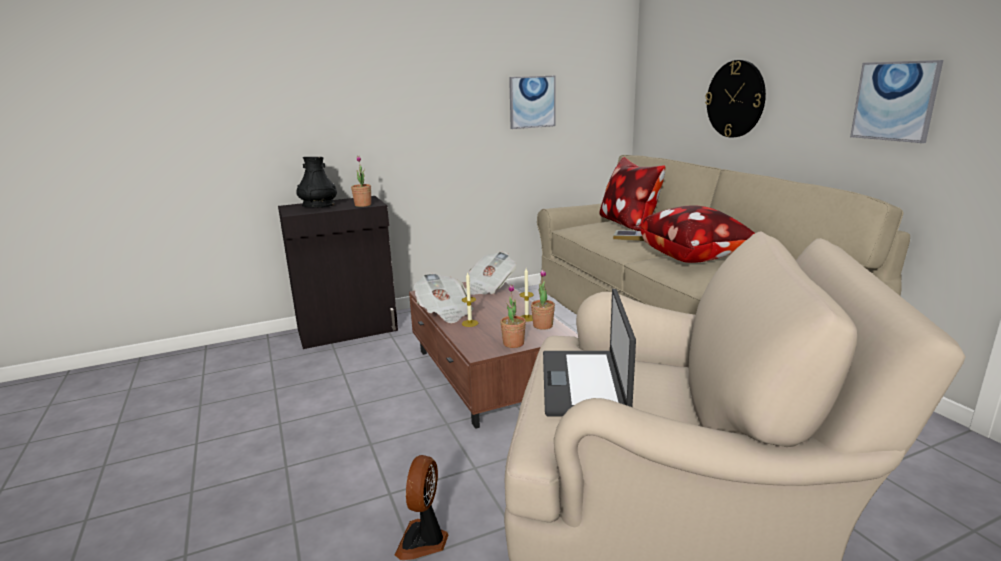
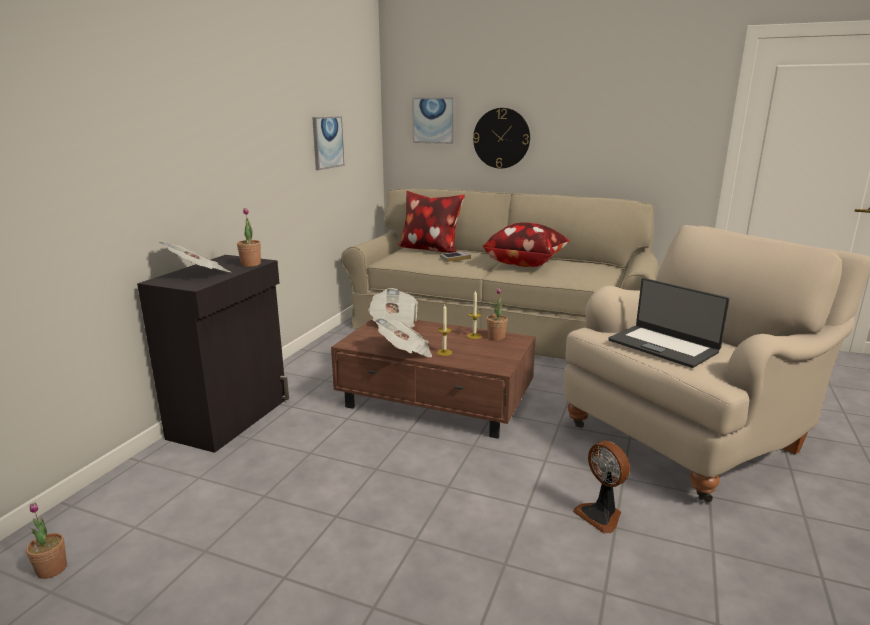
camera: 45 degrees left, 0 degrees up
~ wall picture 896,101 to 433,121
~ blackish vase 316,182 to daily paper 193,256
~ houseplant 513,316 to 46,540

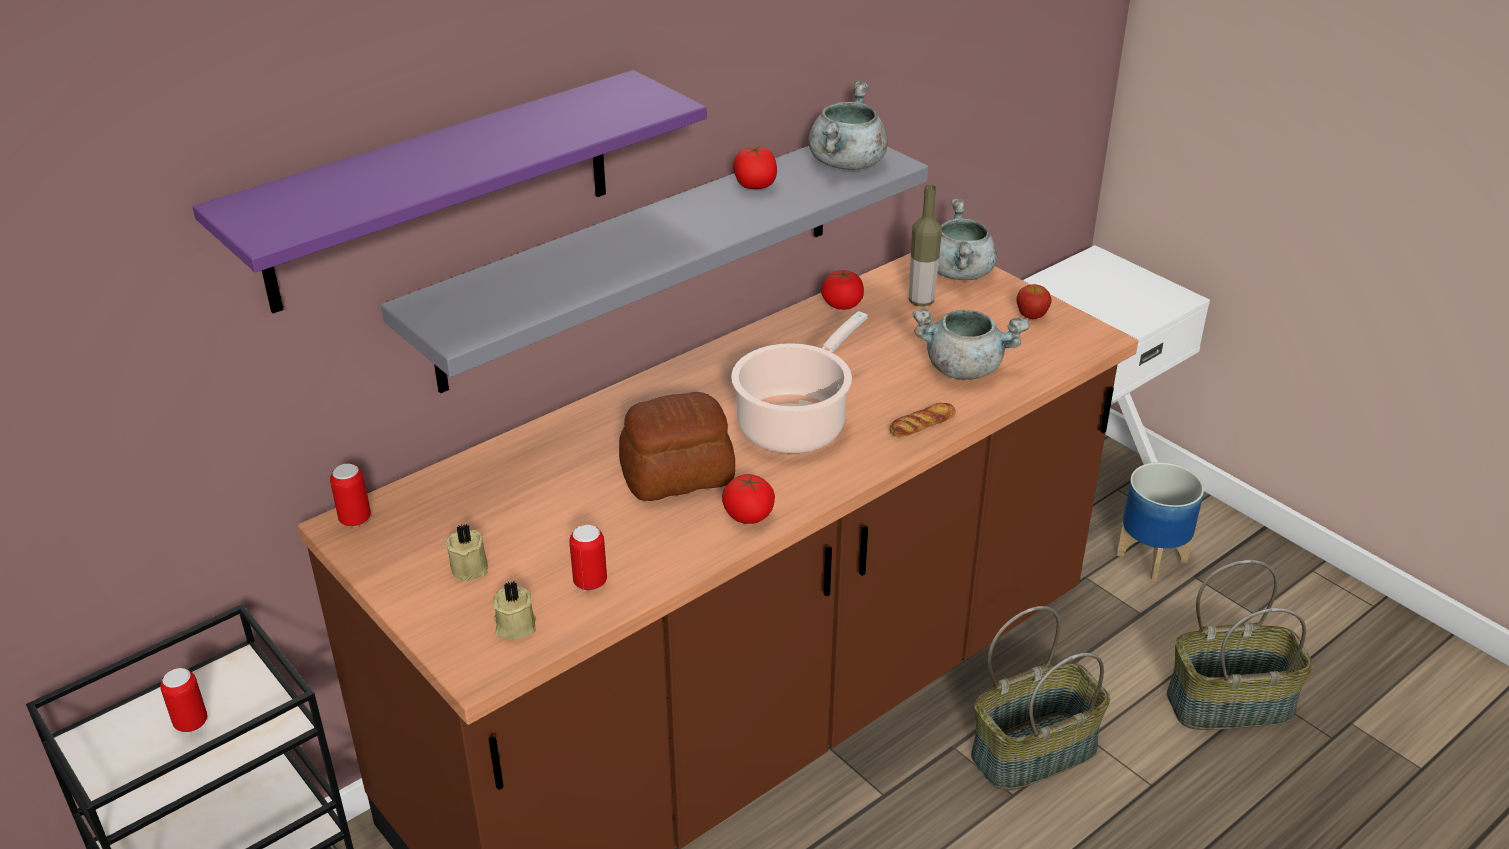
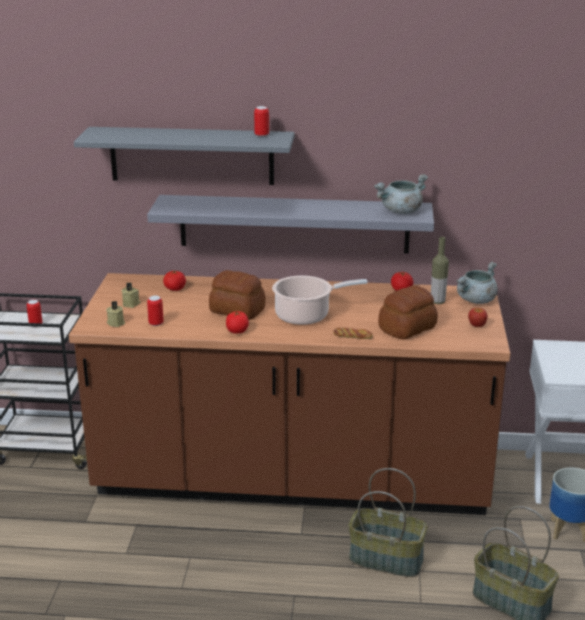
camera: 45 degrees right, 10 degrees down
~ purple-coloured shelf 449,191 to greyish shelf 184,156
~ whole tomato 755,167 to 174,280
~ greyish cooking pot 971,344 to baked bread 408,312
~ sealed can 350,495 to 261,121

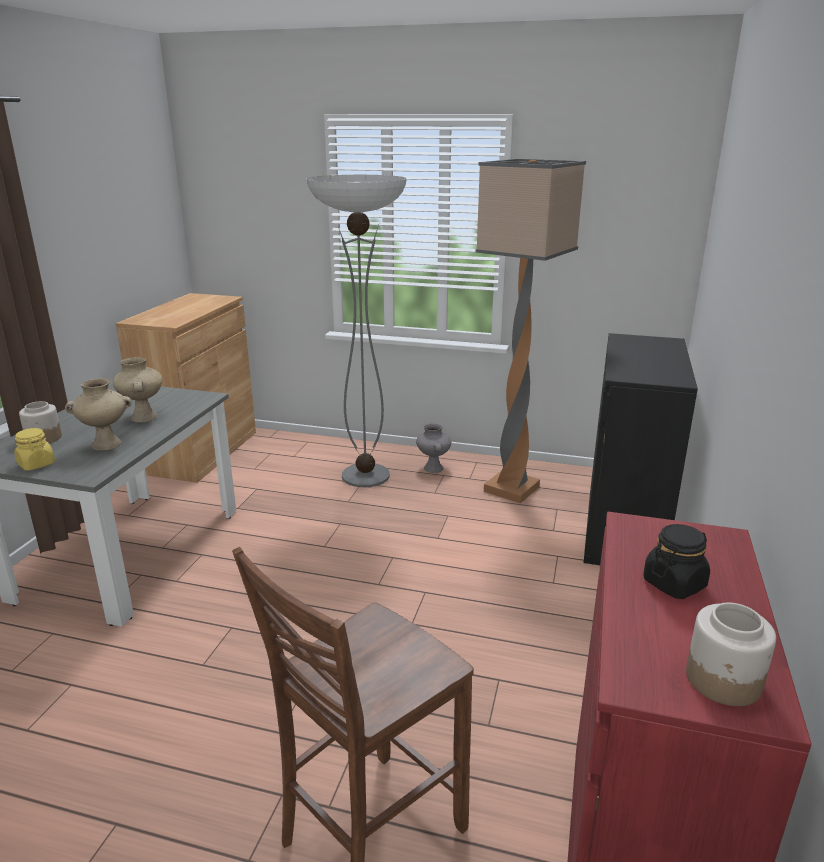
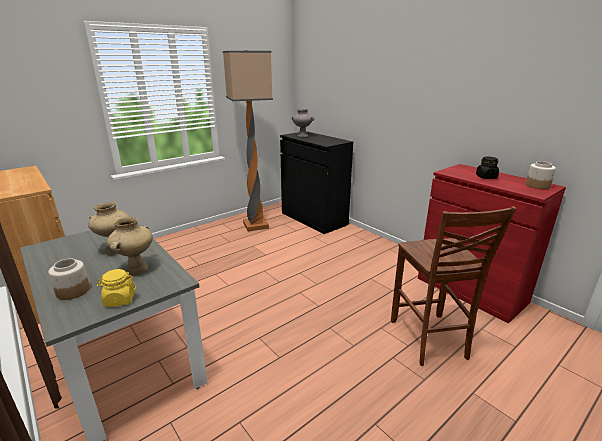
camera: 55 degrees left, 0 degrees up
- standard lamp 357,331
~ greyish vase 433,448 to 303,123

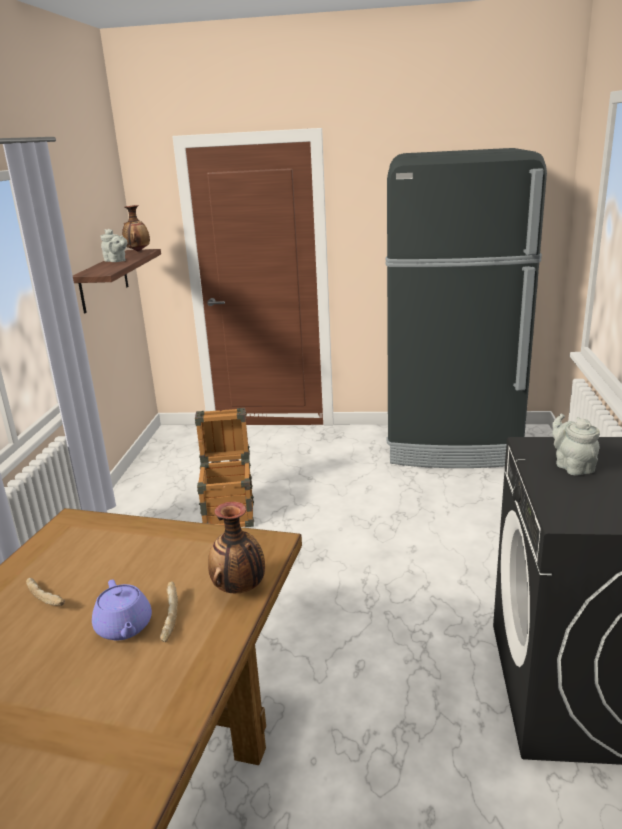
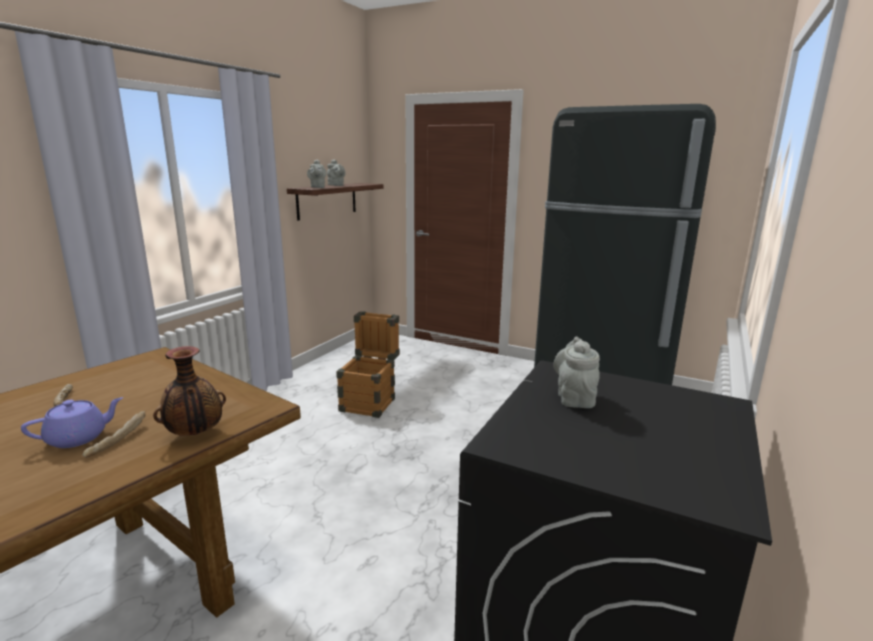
camera: 20 degrees right, 5 degrees down
- vase 136,228
~ purple-coloured tea pot 122,609 = 72,422 120 degrees counterclockwise
+ greyish tea pot 316,174

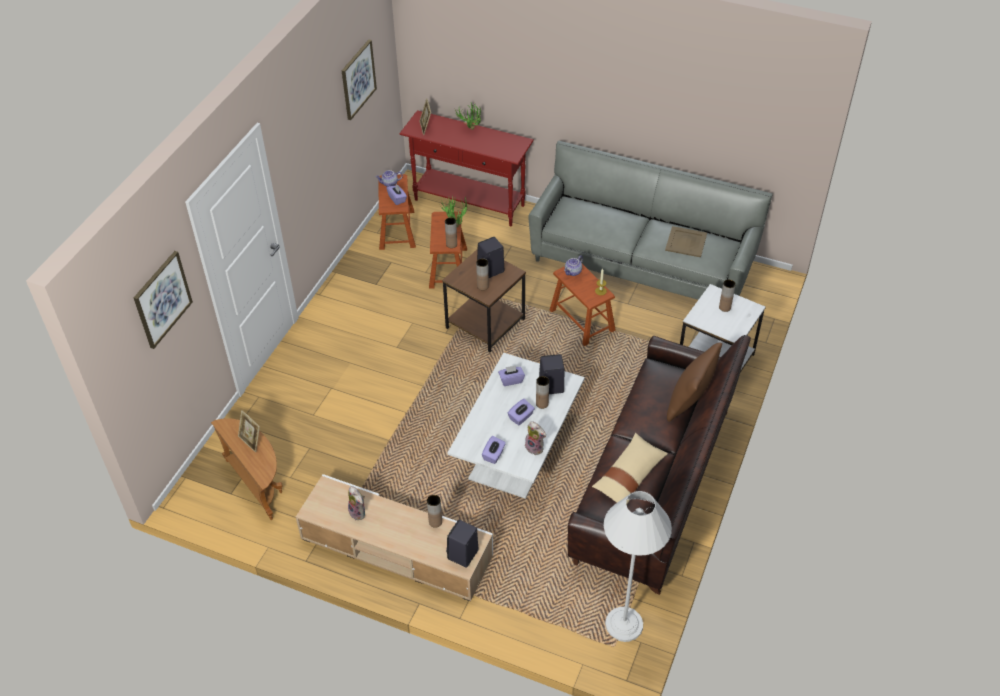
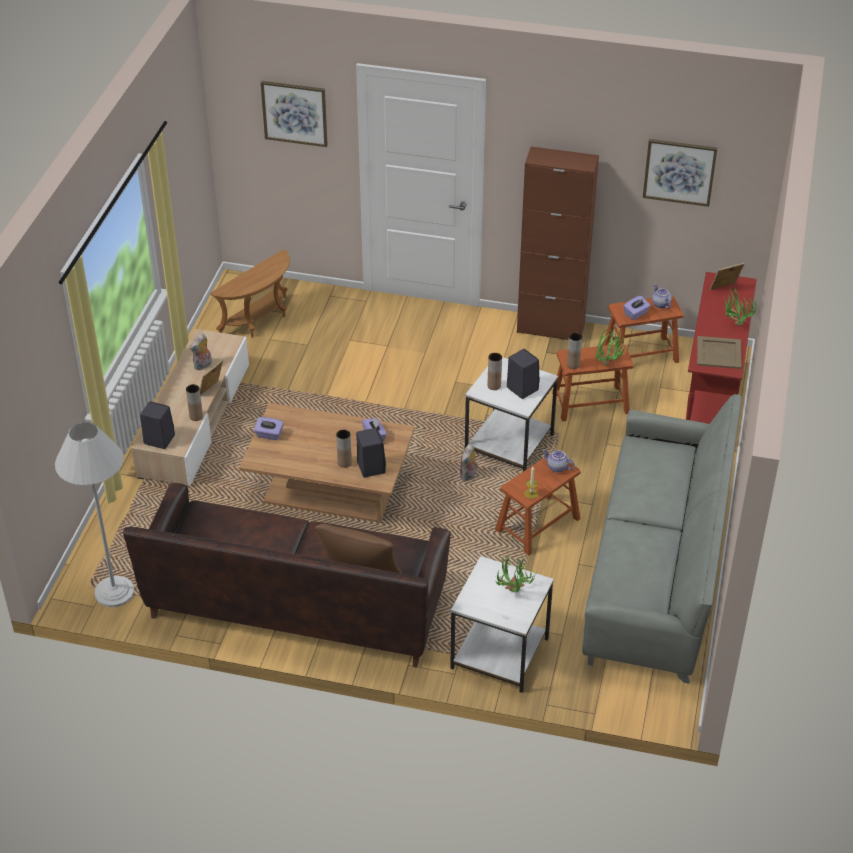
camera: 80 degrees right, 5 degrees down
~ beige carrying tray 686,241 to 719,352
~ brown side table 484,300 to whitish side table 511,414
~ brown vase 727,295 to houseplant 515,574
~ whitish coffee table 516,426 to brown coffee table 327,463
- purple-coloured tissue box 521,412
~ photo frame 249,431 to 211,377
~ plush toy 535,438 to 469,462
- beige pillow 630,469
+ brown cabinet 558,243

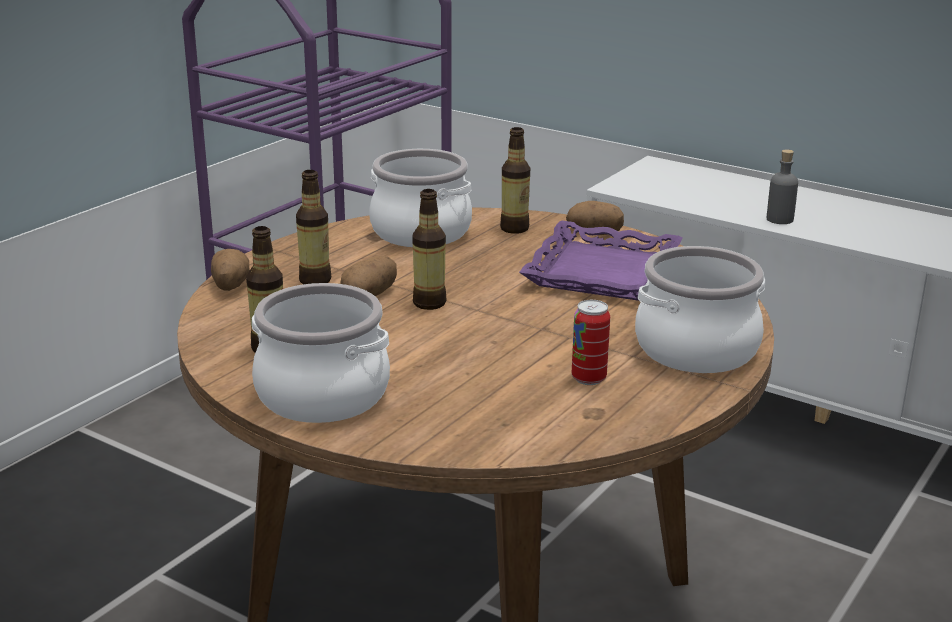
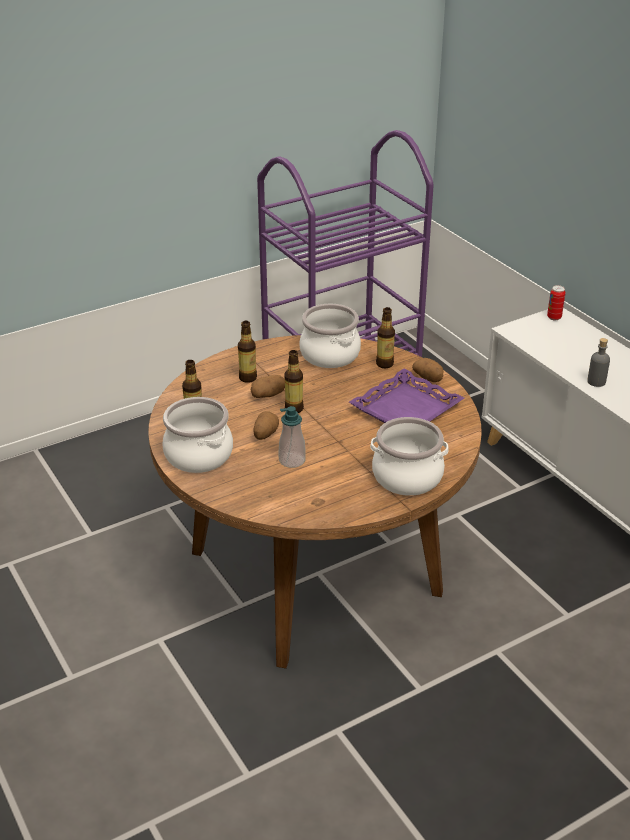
camera: 25 degrees right, 10 degrees up
~ potato 230,270 to 266,425
~ sealed can 591,342 to 556,302
+ soap dispenser 292,437

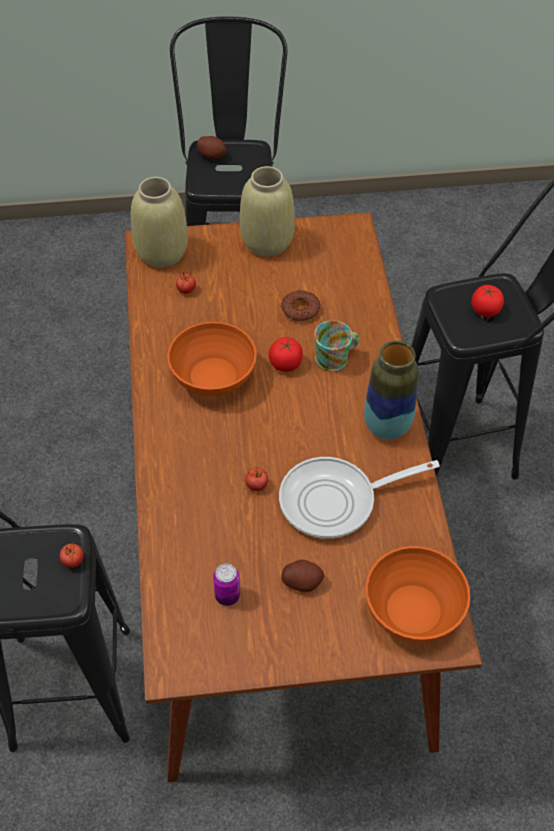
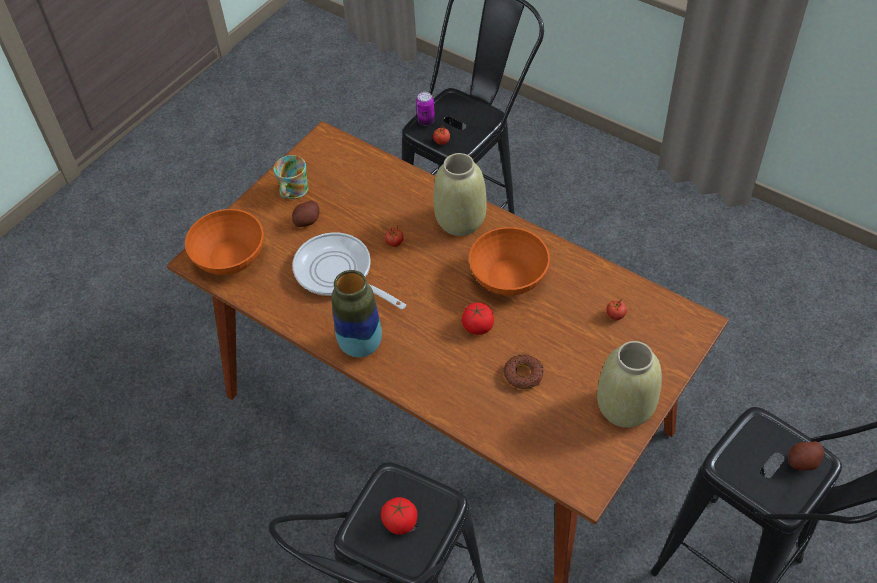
camera: 135 degrees right, 0 degrees up
~ beige vase 159,222 to 460,194
~ tea mug 336,346 to 291,177
~ pan 359,498 = 349,271 75 degrees counterclockwise
~ sealed can 226,584 to 425,109

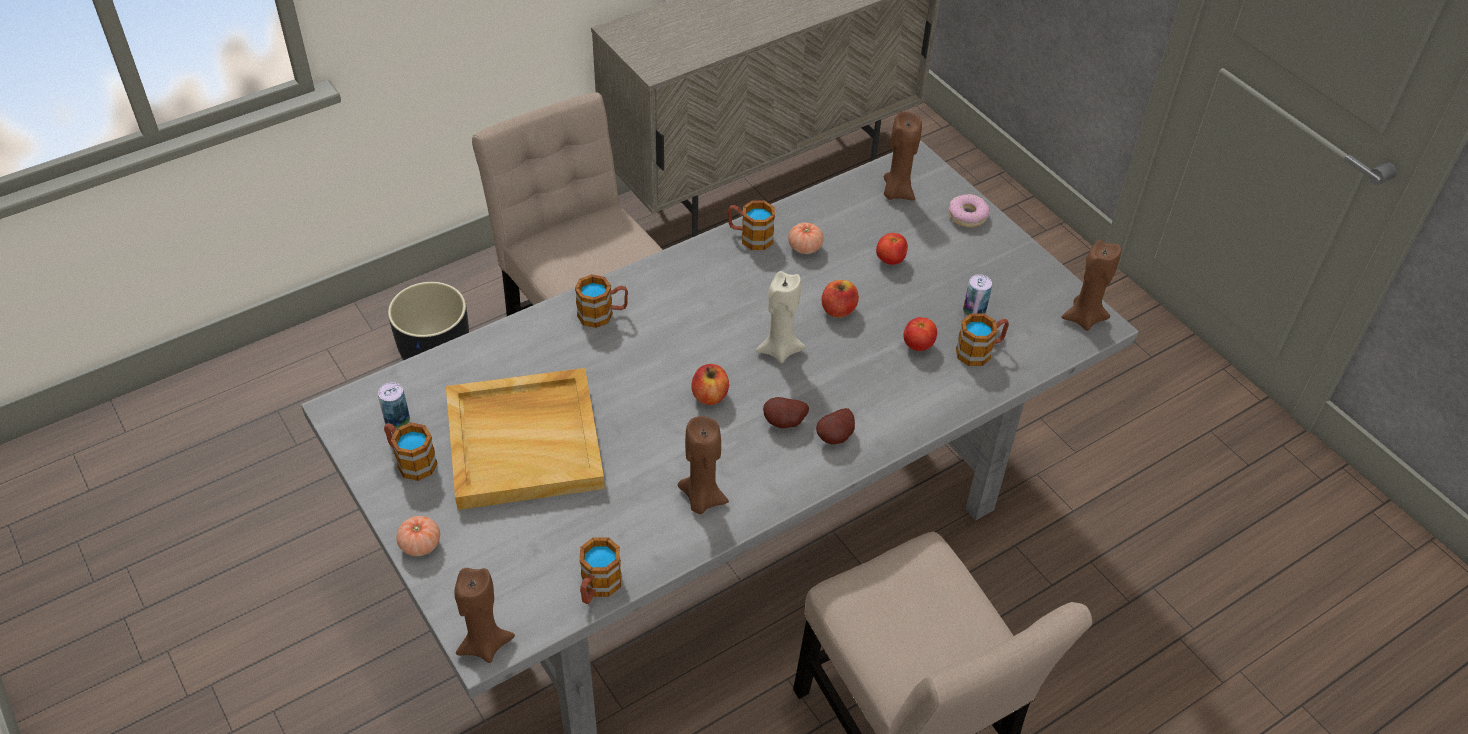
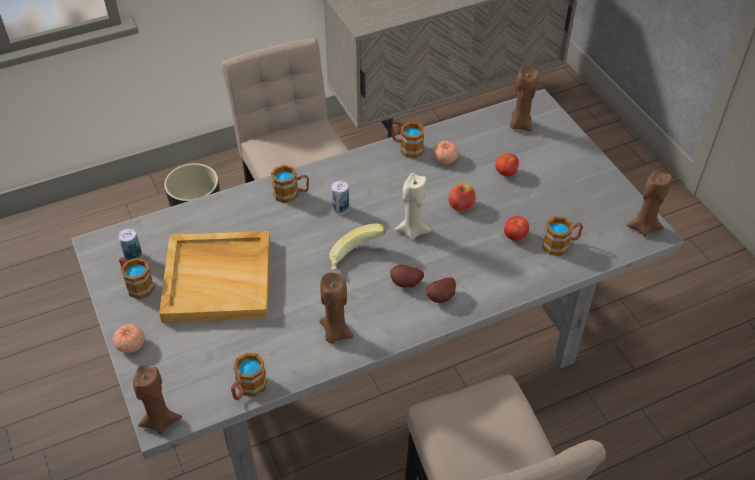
camera: 10 degrees right, 0 degrees up
- ring doughnut 968,211
~ sealed can 977,295 to 340,198
~ apple fruit 710,384 to whole banana 357,247

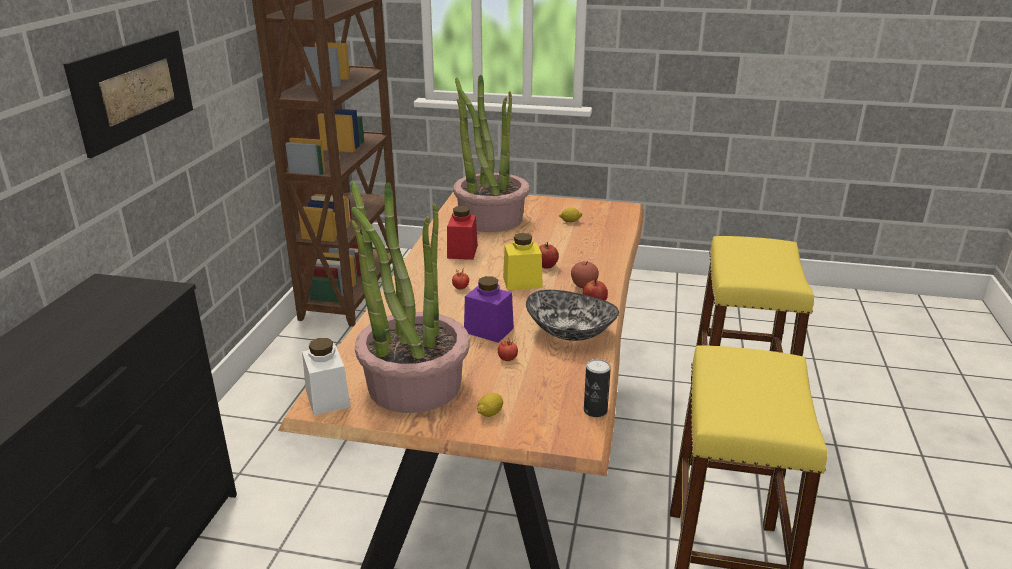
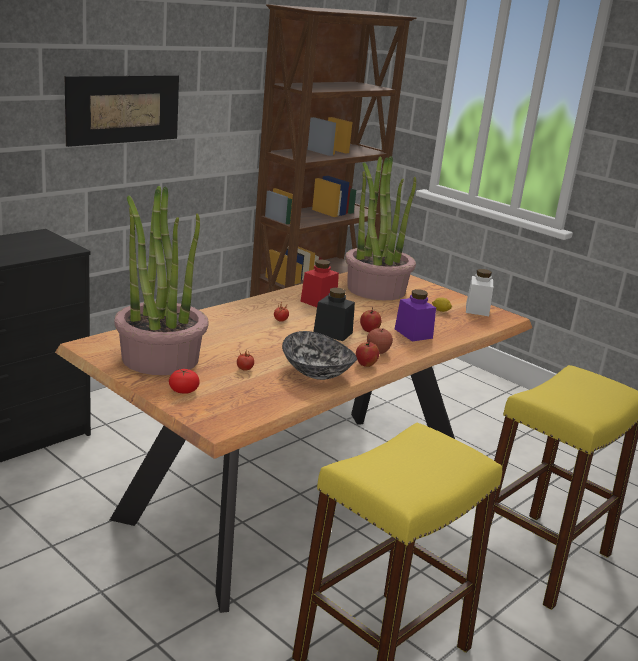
camera: 30 degrees right, 5 degrees down
~ yellow storage jar 523,261 to blackish storage jar 334,314
~ purple-coloured storage jar 489,309 to 415,315
~ whitish storage jar 326,376 to 479,292
- sealed can 597,388
~ citrus fruit 490,405 to whole tomato 184,381

